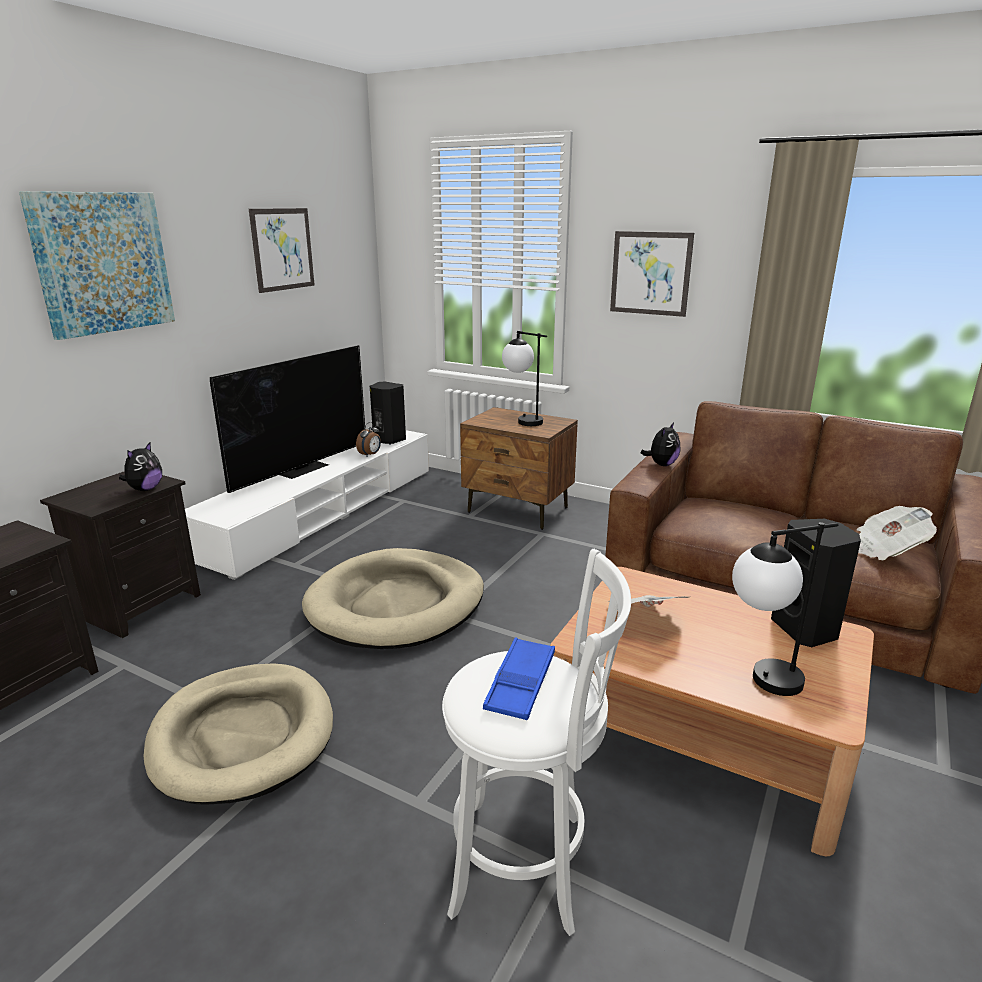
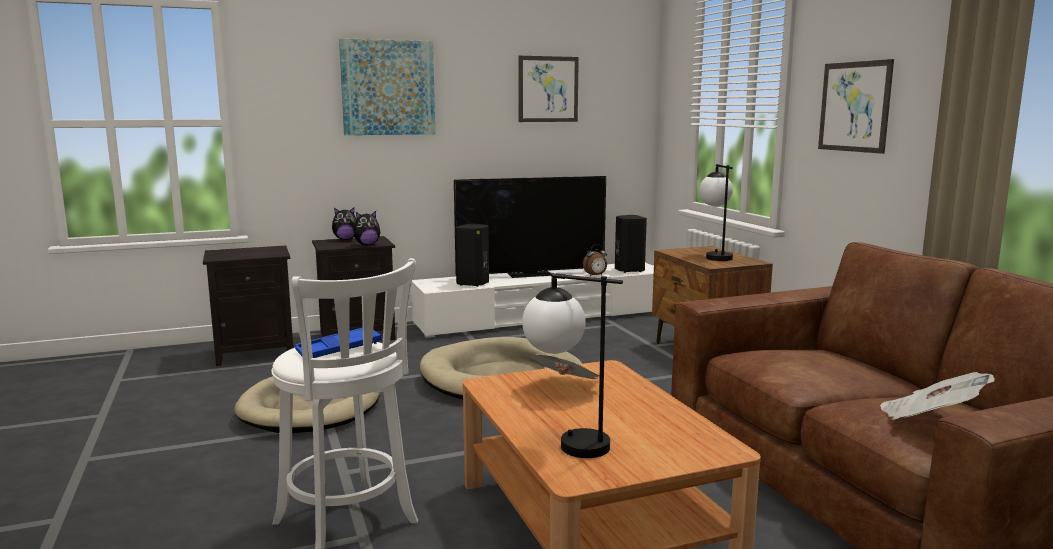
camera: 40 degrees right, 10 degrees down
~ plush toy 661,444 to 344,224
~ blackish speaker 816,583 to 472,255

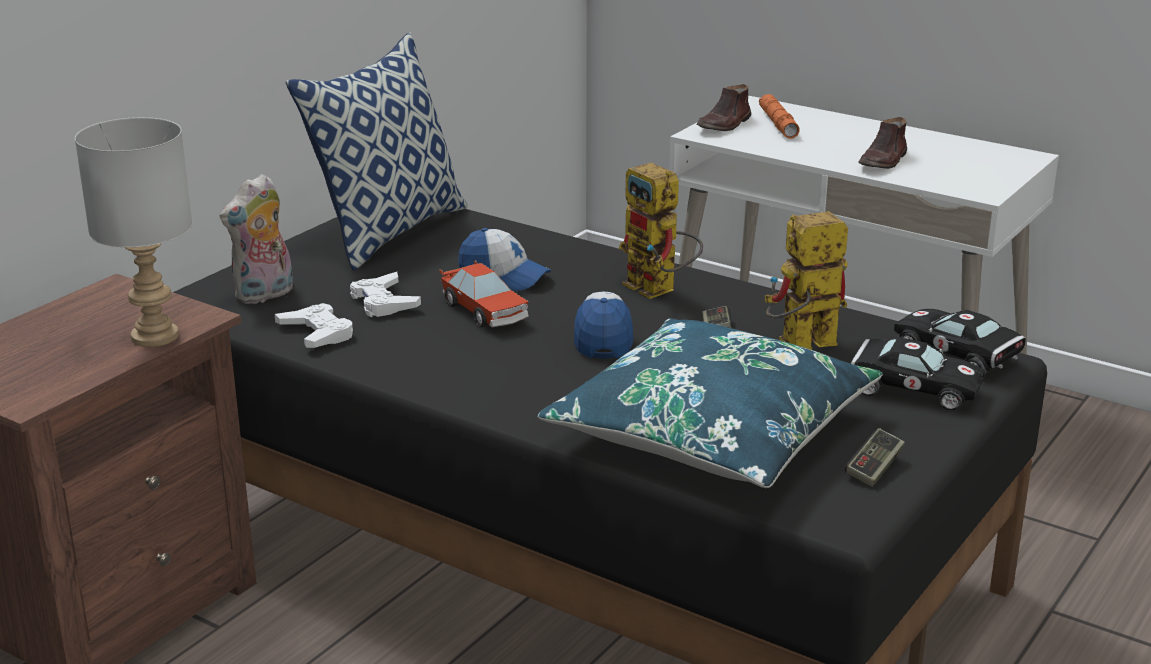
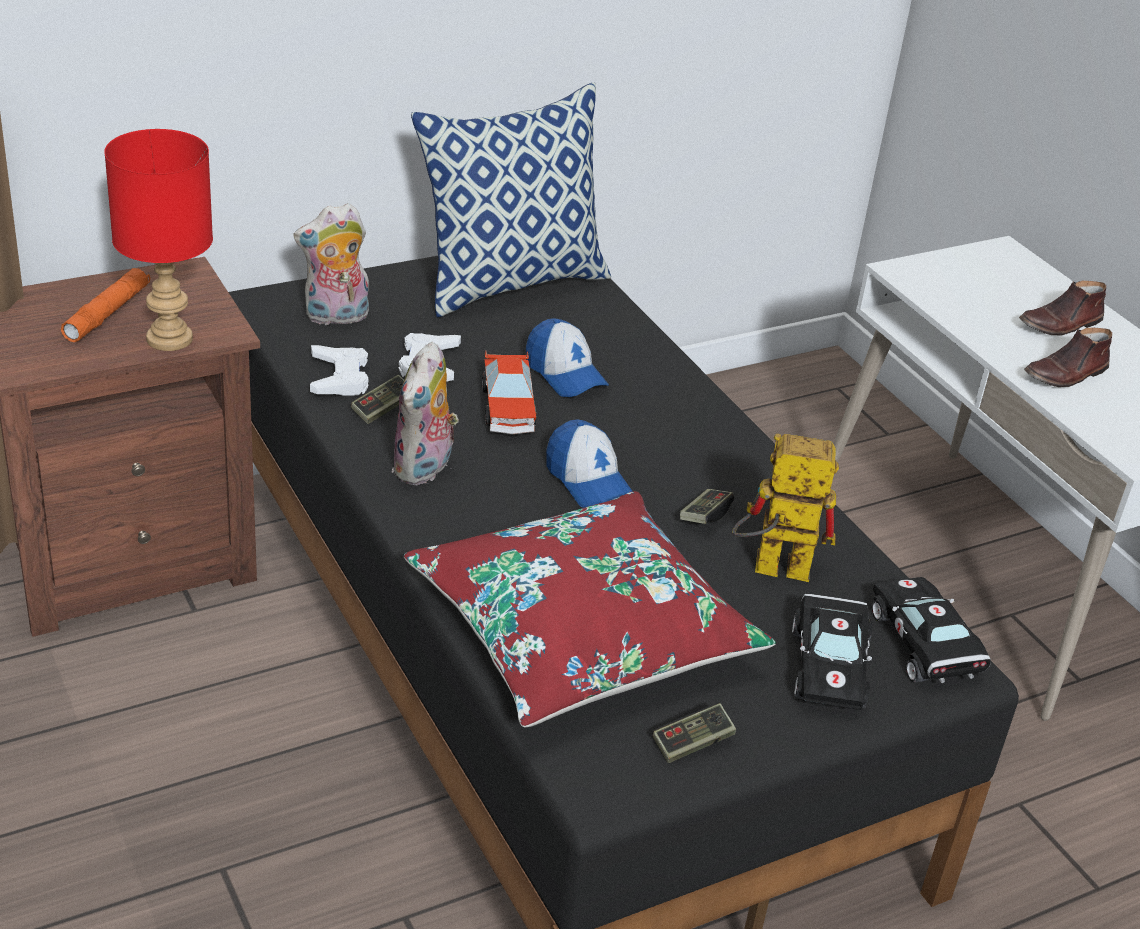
camera: 25 degrees right, 10 degrees up
~ brown item of footwear 723,107 to 1062,308
~ orange-coloured flashlight 779,116 to 105,305
~ greyish lamp for a table 133,232 to reddish lamp for a table 158,240
- robot figure 661,231
~ baseball cap 603,325 = 589,463 120 degrees clockwise
~ blue pillow 710,403 to reddish pillow 590,609
~ blackish miniature car 918,374 = 832,652 45 degrees clockwise
+ plush toy 425,413
+ game controller 377,399

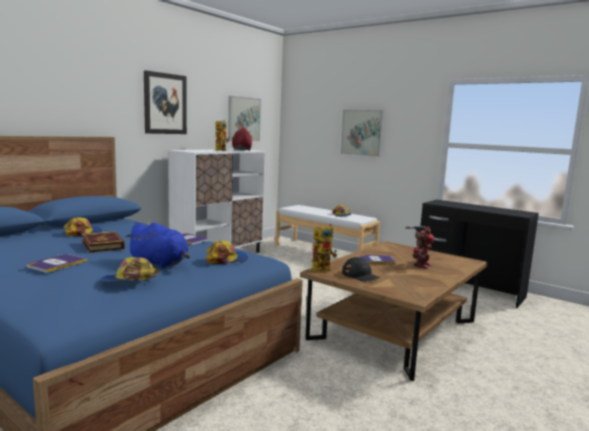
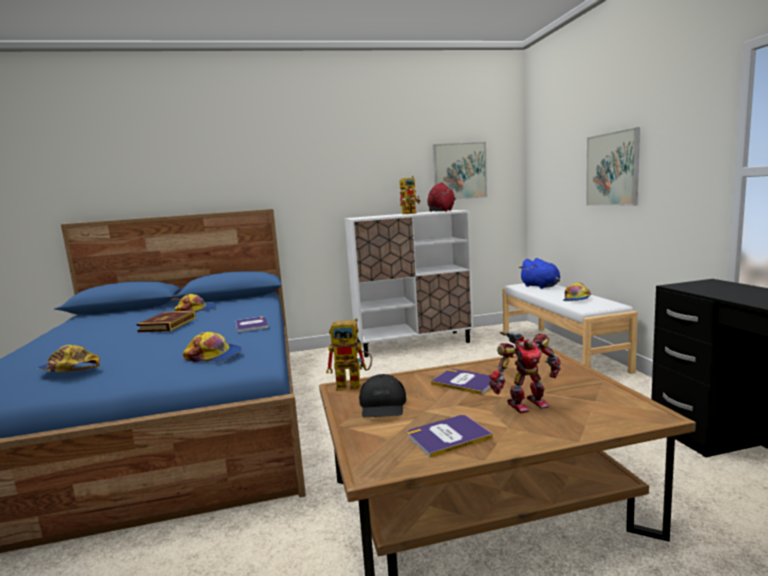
camera: 40 degrees right, 0 degrees up
- wall picture 165,102
~ blue plush toy 158,245 to 539,273
~ volume 57,263 to 450,436

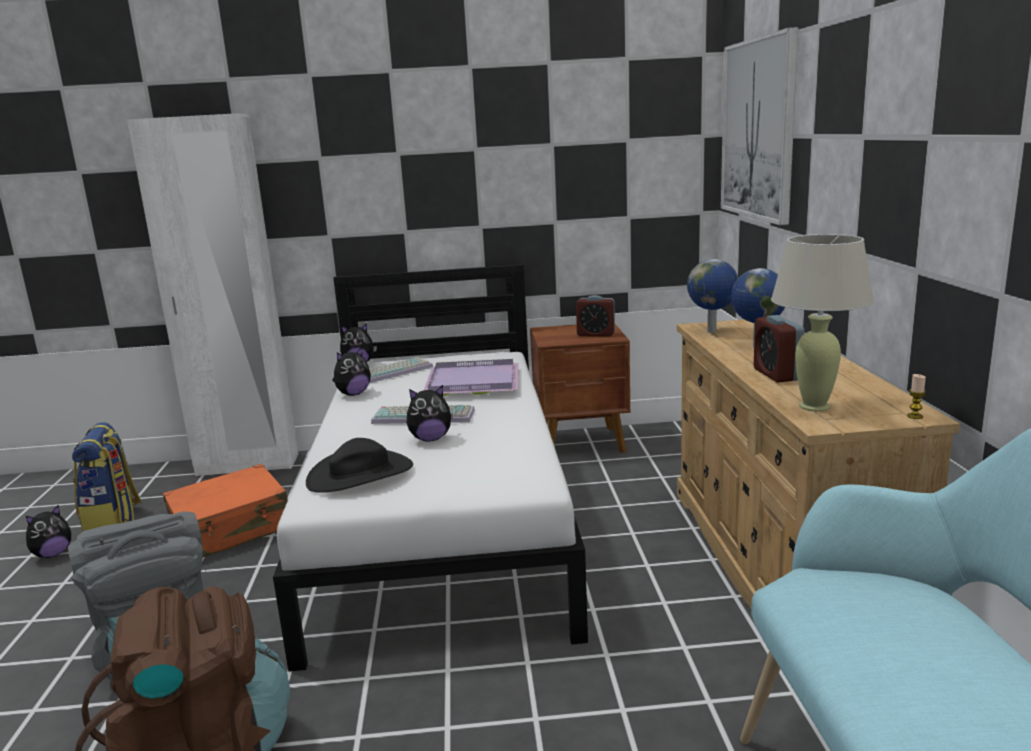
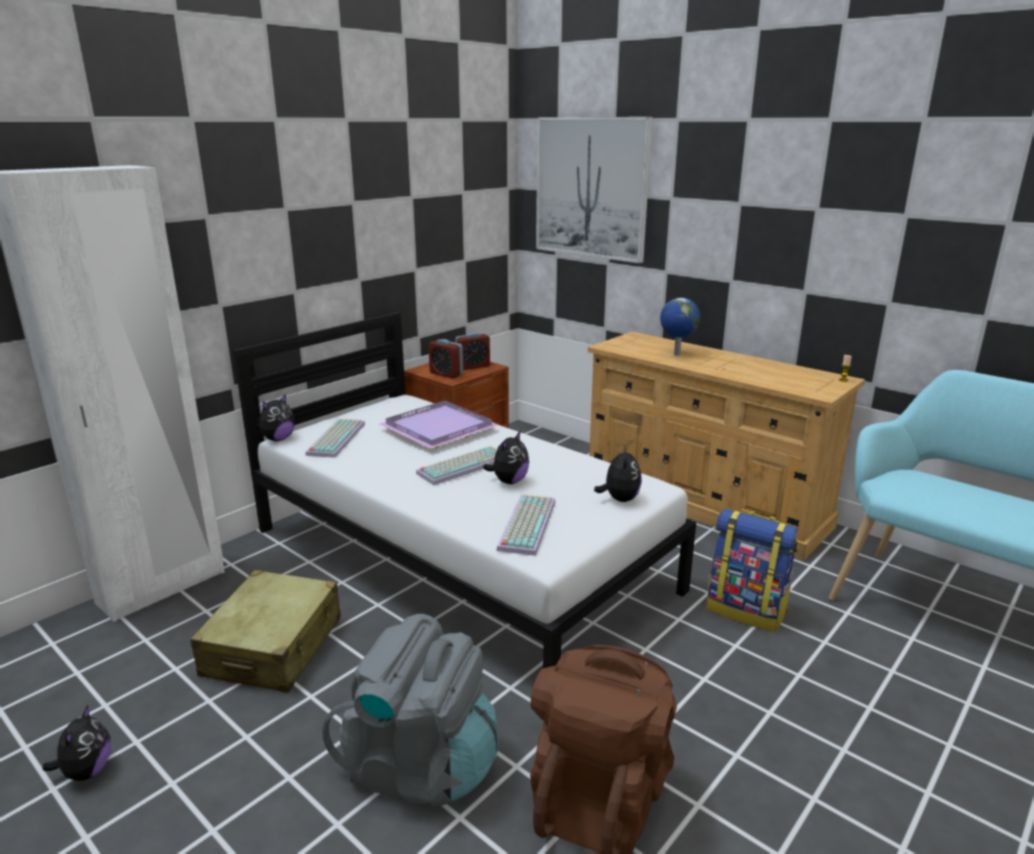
camera: 45 degrees left, 5 degrees up
- beige lamp for a table 822,323
- desk globe 712,296
~ alarm clock 779,349 to 446,359
~ plush toy 351,371 to 618,473
~ knapsack 107,477 to 752,570
~ blackish hat 359,465 to computer keyboard 525,525
~ orange-coloured piece of luggage 225,510 to beige piece of luggage 265,631

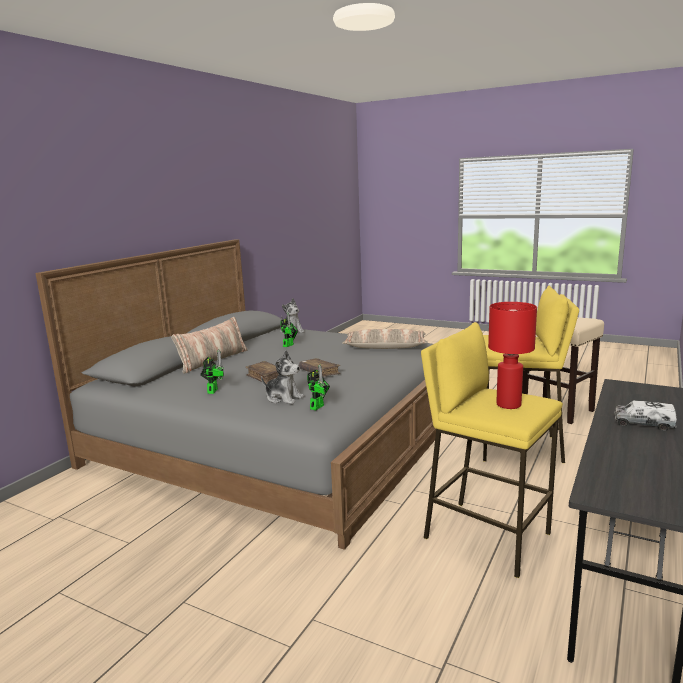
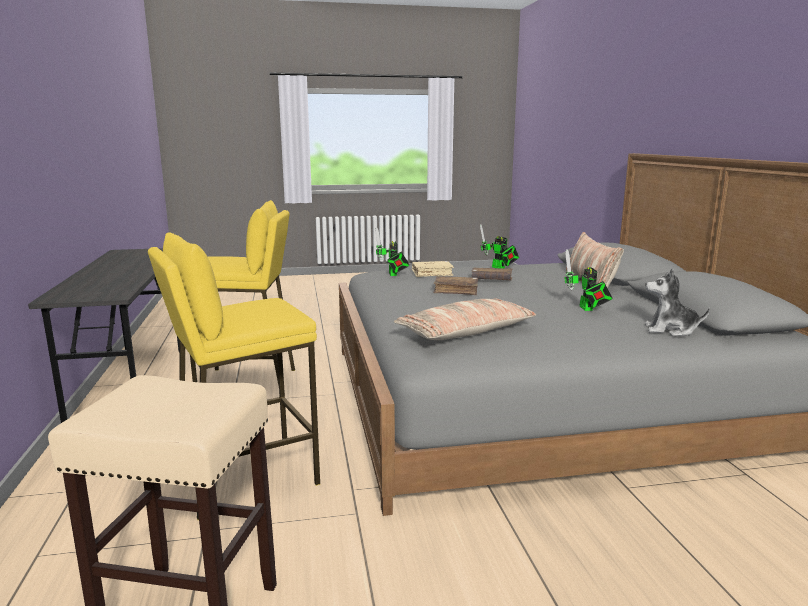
camera: 140 degrees right, 0 degrees up
- reddish lamp for a table 512,355
~ plush toy 282,377 to beige volume 433,269
- toy truck 645,415

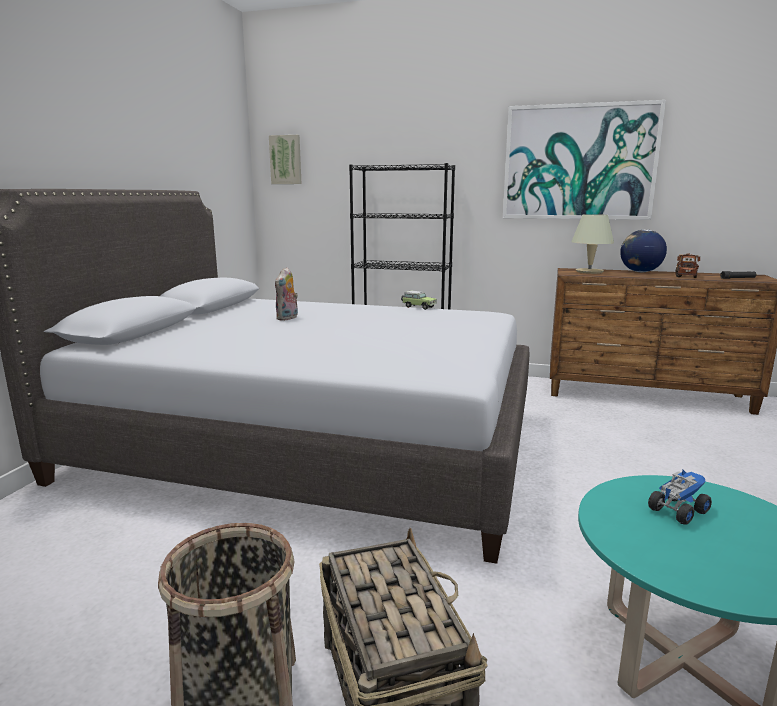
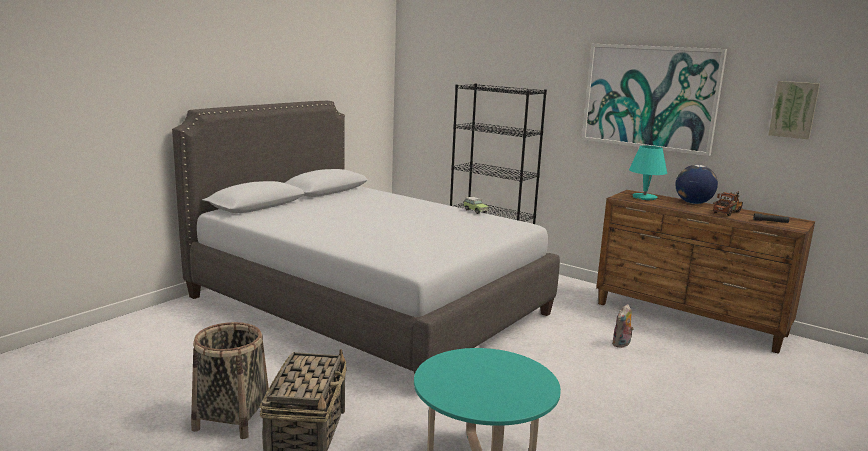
camera: 20 degrees right, 0 degrees up
~ wall picture 285,159 to 794,110
~ beige lamp for a table 592,244 to turquoise-coloured lamp for a table 648,172
~ plush toy 286,293 to 623,326
- toy truck 680,497

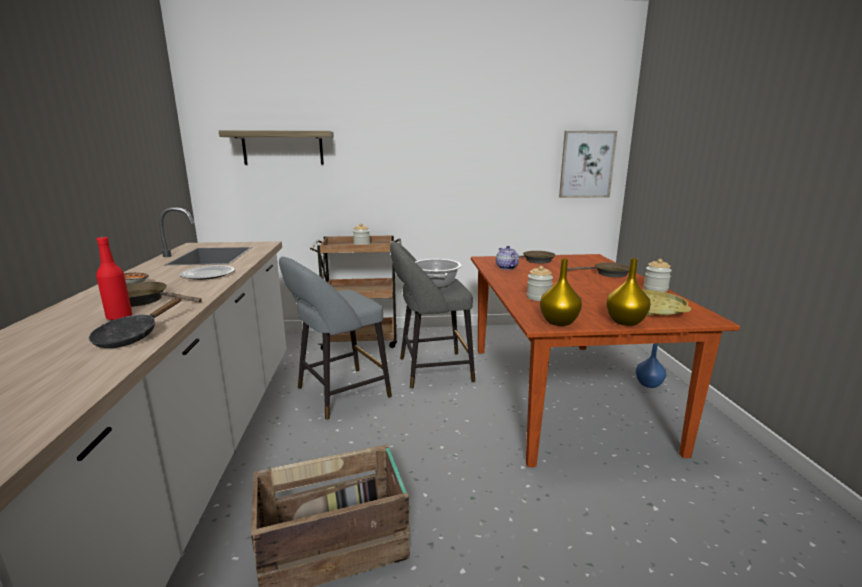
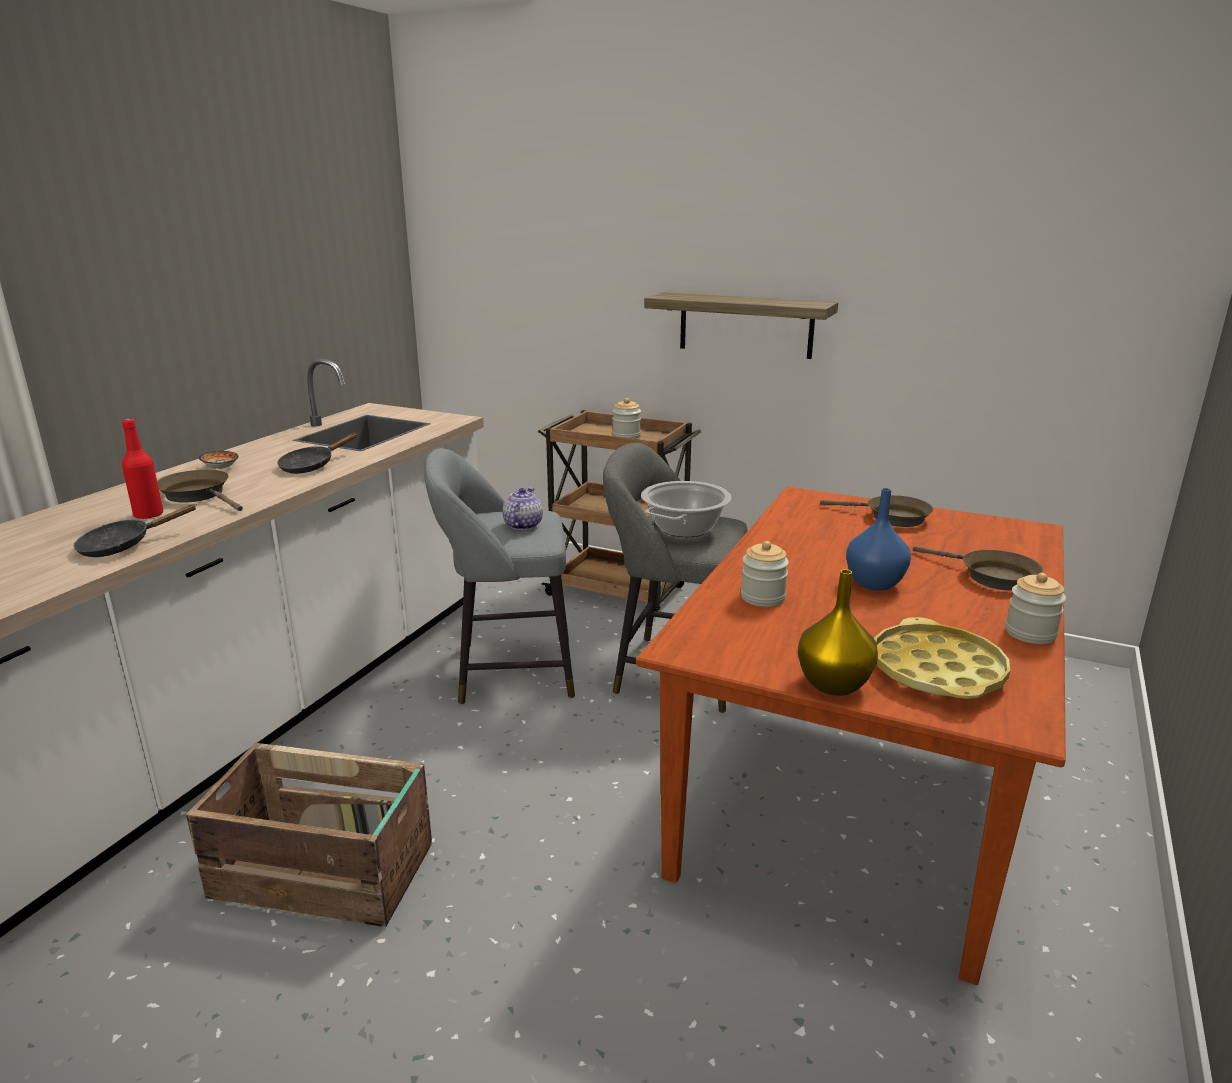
camera: 30 degrees right, 5 degrees up
~ shelf 276,147 to 741,325
- wall picture 588,164
~ tea pot 507,258 to 523,509
- yellow vase 561,292
~ flat dish 207,272 to blackish pan 317,453
~ blue vase 651,365 to 878,539

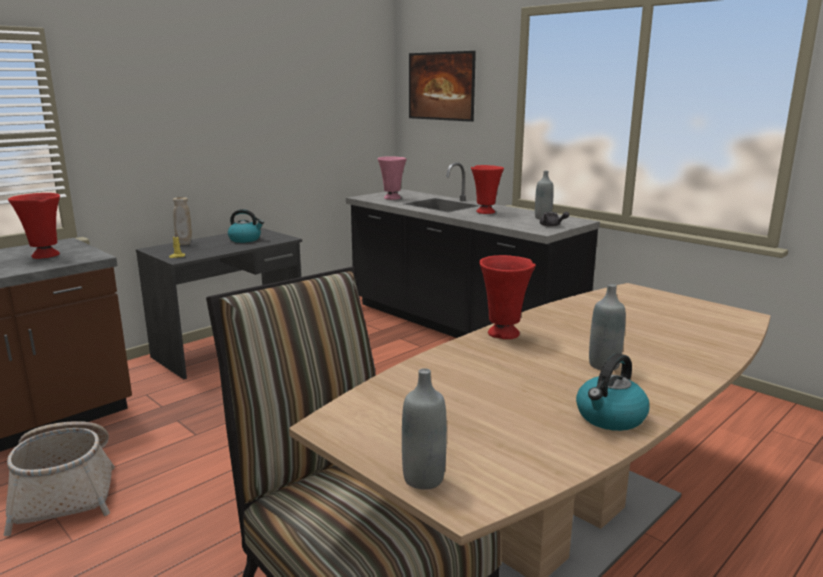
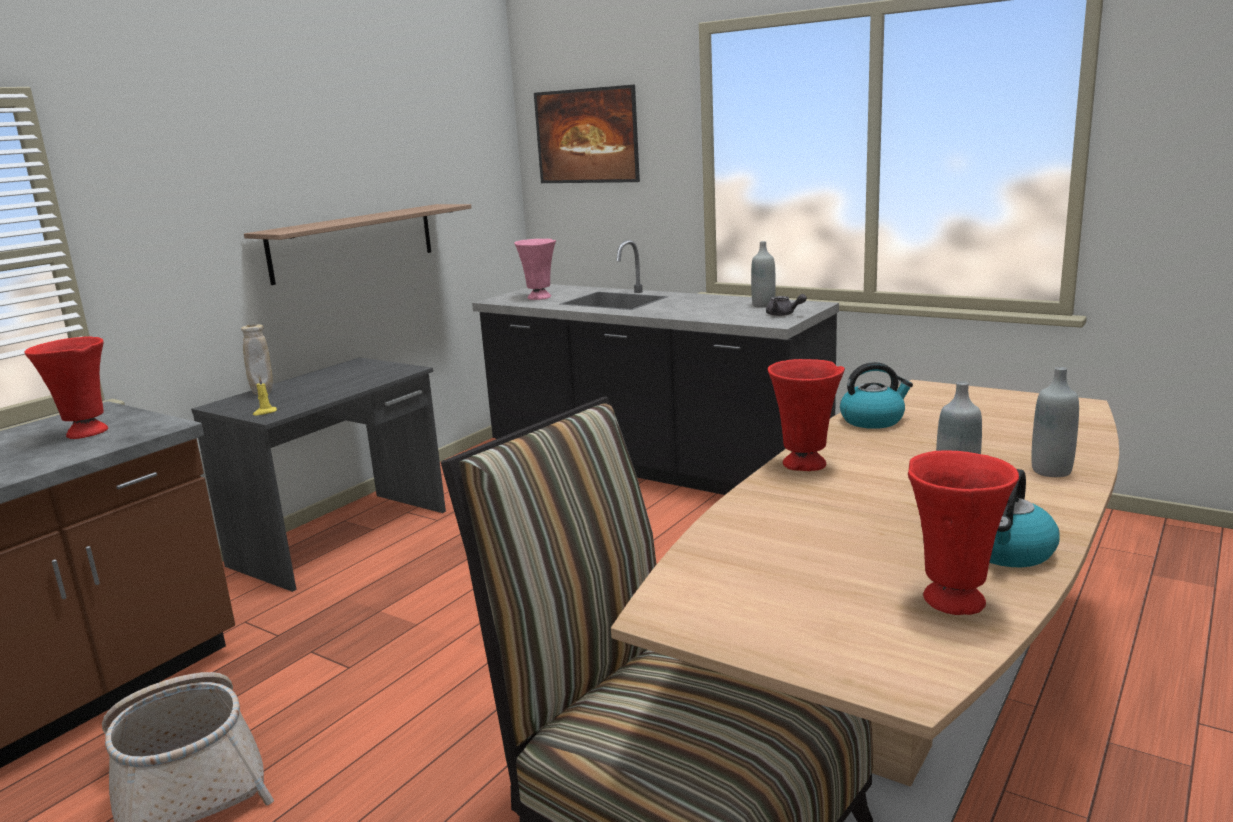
camera: 10 degrees left, 0 degrees up
~ reddish vase 487,189 to 963,532
~ tea kettle 246,226 to 876,395
~ greyish drink bottle 424,429 to 1055,422
+ shelf 358,244

